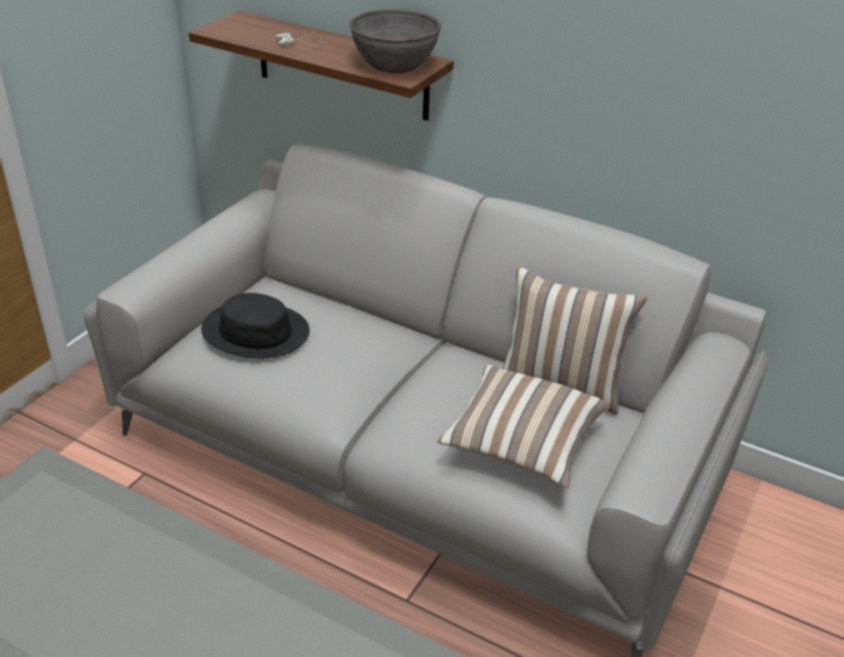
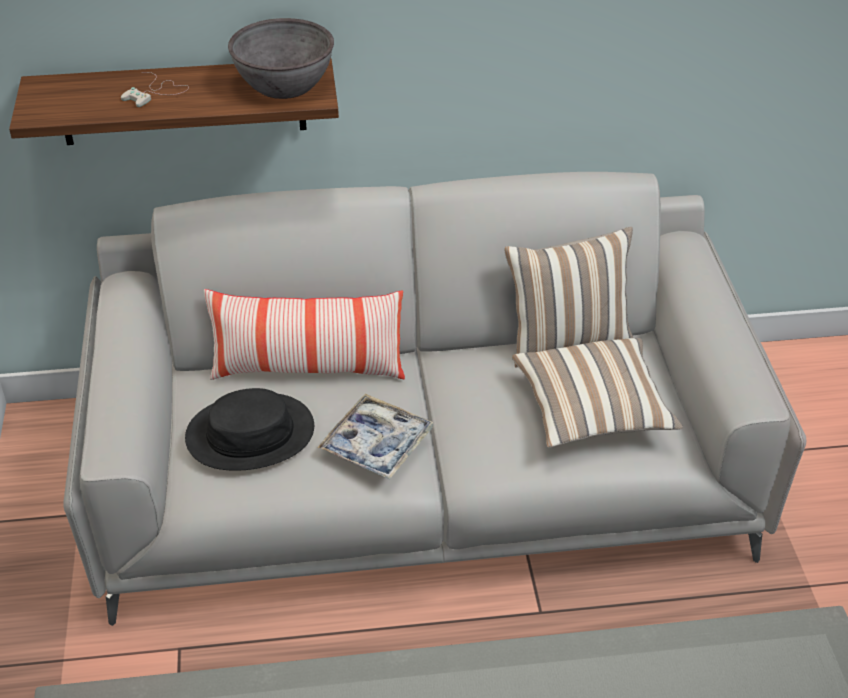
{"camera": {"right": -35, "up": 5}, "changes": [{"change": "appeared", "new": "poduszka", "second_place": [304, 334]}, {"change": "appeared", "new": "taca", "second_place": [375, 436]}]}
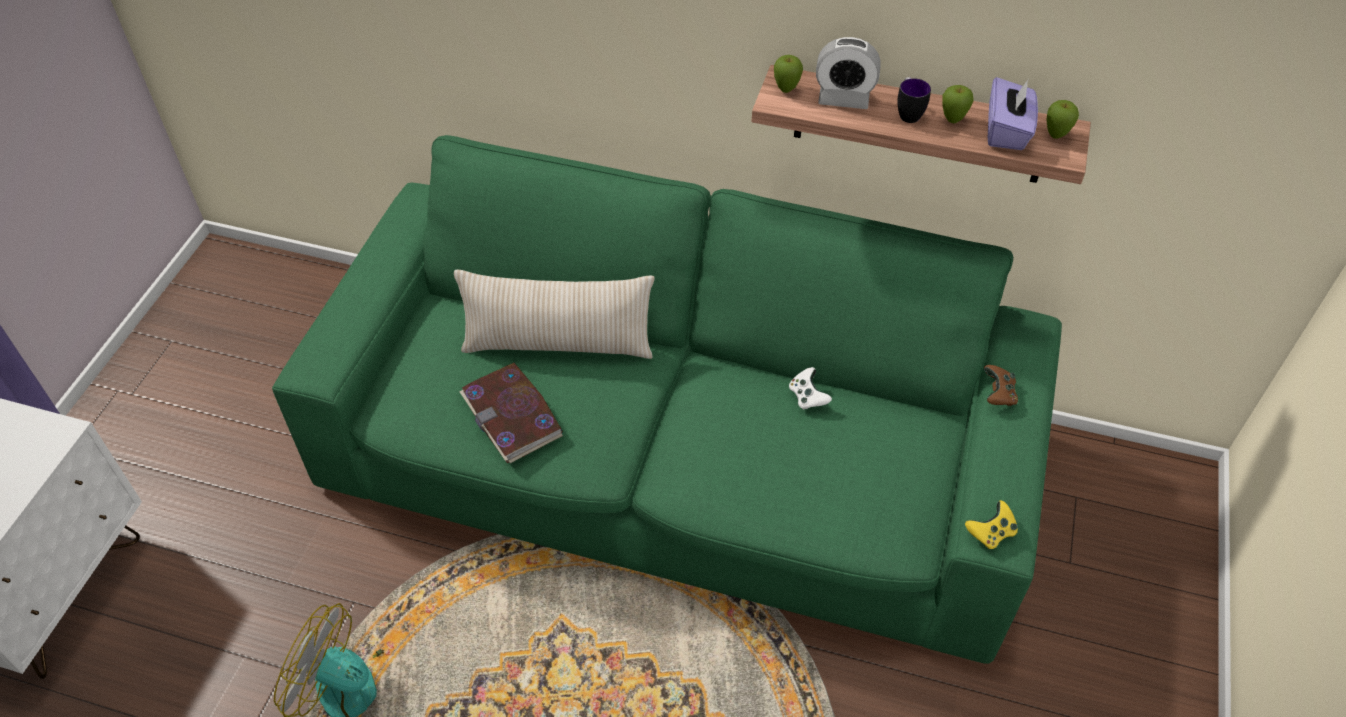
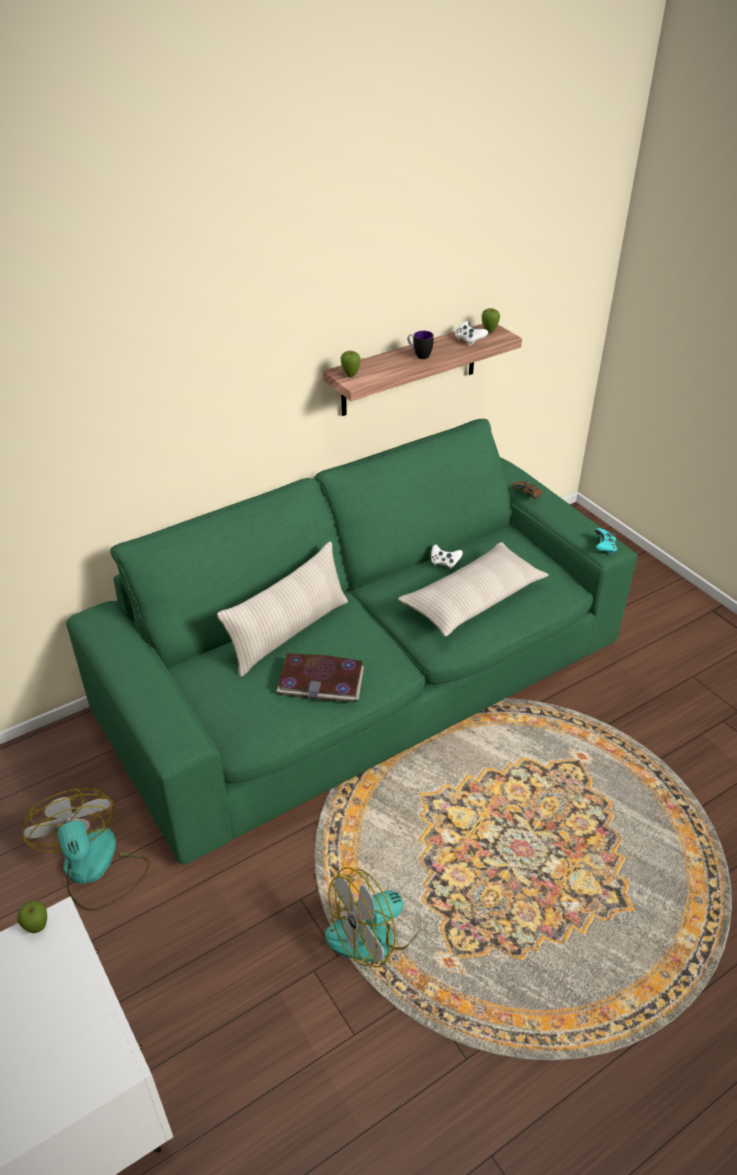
{"camera": {"right": -50, "up": -10}, "changes": [{"change": "relocated", "old": "jabłko", "first_place": [958, 104], "second_place": [32, 916]}, {"change": "appeared", "new": "wentylator", "second_place": [85, 849]}, {"change": "appeared", "new": "poduszka/beżowy", "second_place": [473, 589]}, {"change": "exchanged", "old": "pudełko chusteczek/fioletowy", "new": "pad do gier/biały", "first_place": [1013, 113], "second_place": [471, 333]}, {"change": "colour", "old": "pad do gier/żółty", "new": "pad do gier/turkusowy", "first_place": [991, 524], "second_place": [606, 541]}, {"change": "missing", "old": "budzik", "first_place": [848, 73]}]}
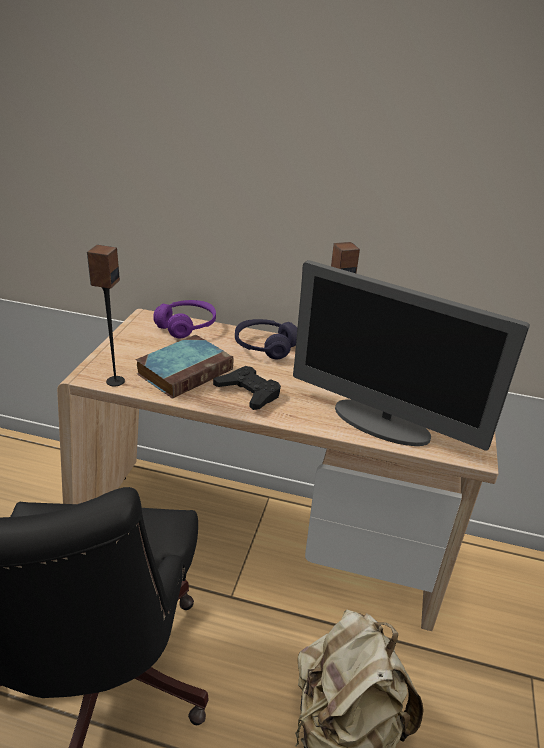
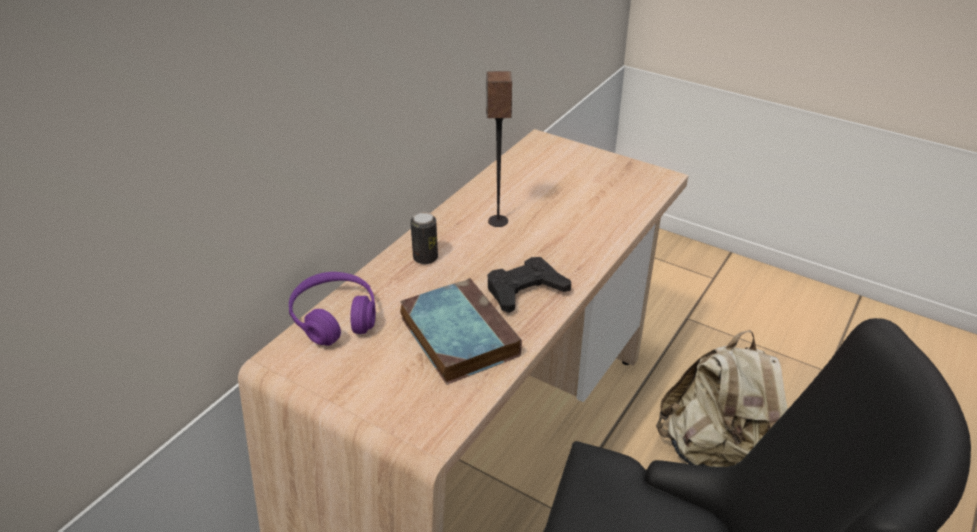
{"camera": {"right": -70, "up": 5}, "changes": [{"change": "exchanged", "old": "słuchawki/fioletowy", "new": "puszka", "first_place": [266, 339], "second_place": [424, 238]}, {"change": "missing", "old": "głośnik", "first_place": [106, 315]}, {"change": "missing", "old": "monitor", "first_place": [411, 355]}]}
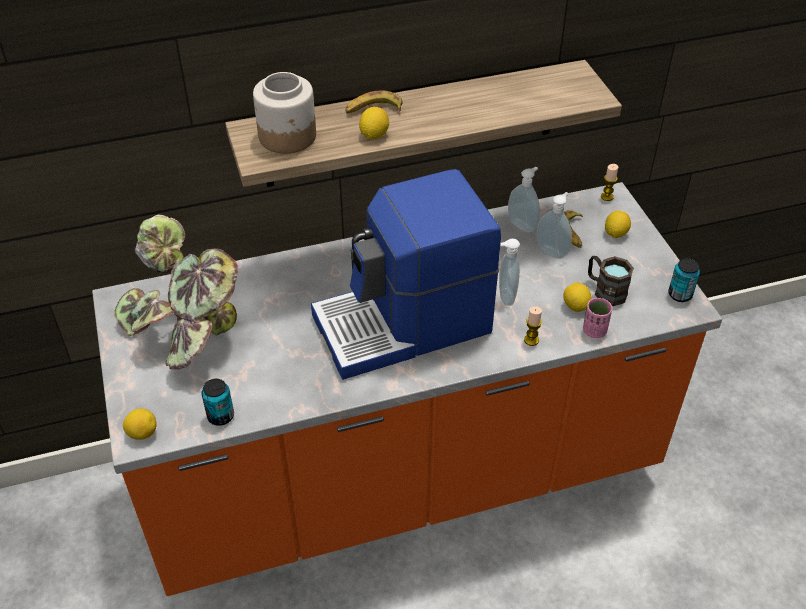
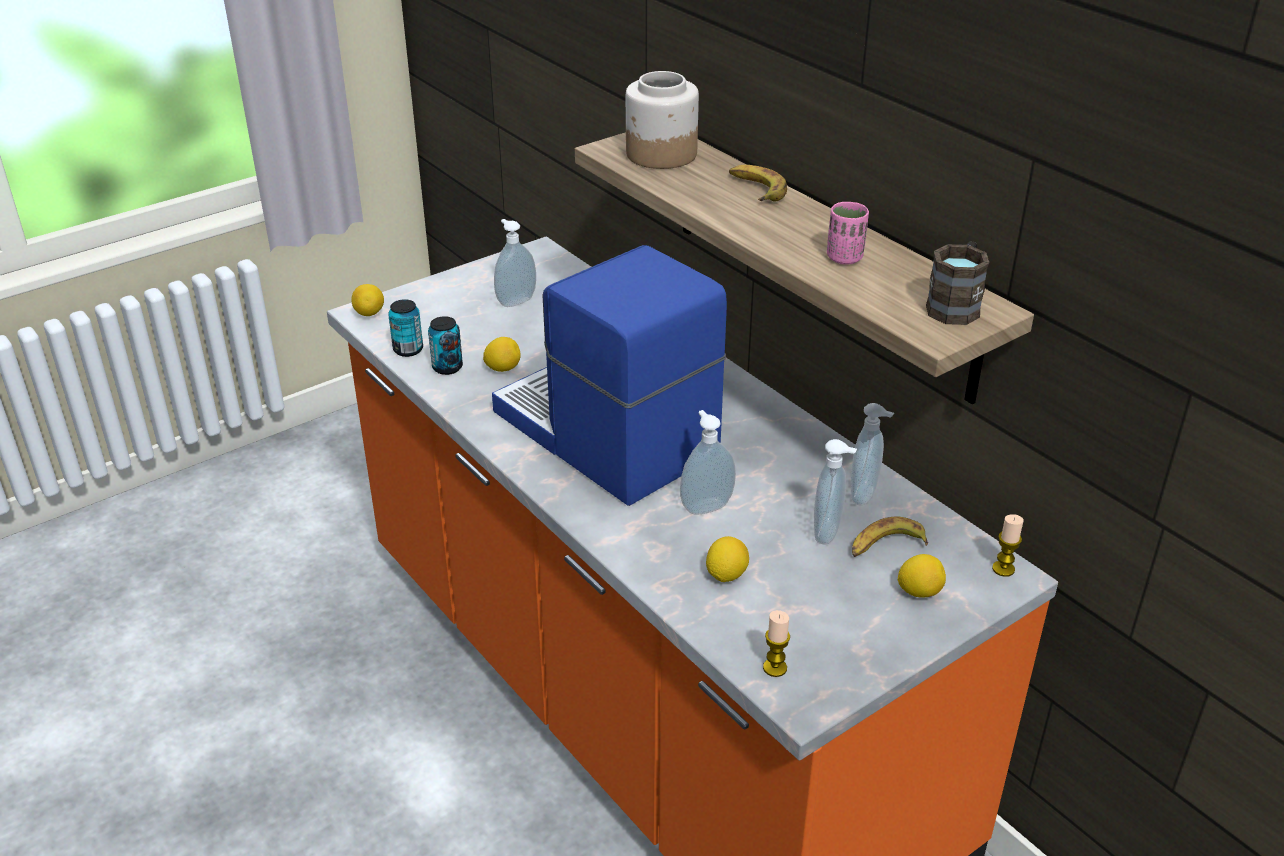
{"camera": {"right": 70, "up": -10}, "changes": [{"change": "relocated", "old": "puszka", "first_place": [684, 280], "second_place": [445, 345]}, {"change": "relocated", "old": "cytryna", "first_place": [374, 123], "second_place": [502, 354]}, {"change": "exchanged", "old": "roślina doniczkowa", "new": "dozownik mydła", "first_place": [176, 292], "second_place": [515, 263]}, {"change": "relocated", "old": "świeca", "first_place": [533, 326], "second_place": [776, 643]}, {"change": "relocated", "old": "filiżanka/różowy", "first_place": [597, 318], "second_place": [848, 233]}, {"change": "relocated", "old": "kubek/brązowy", "first_place": [611, 281], "second_place": [957, 283]}]}
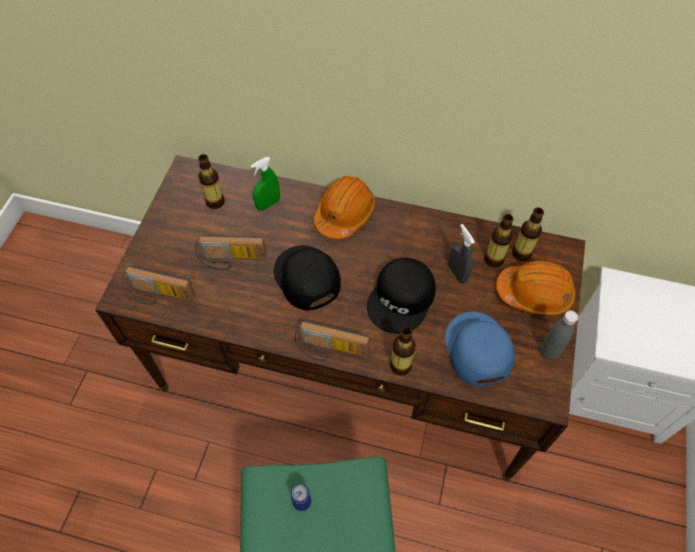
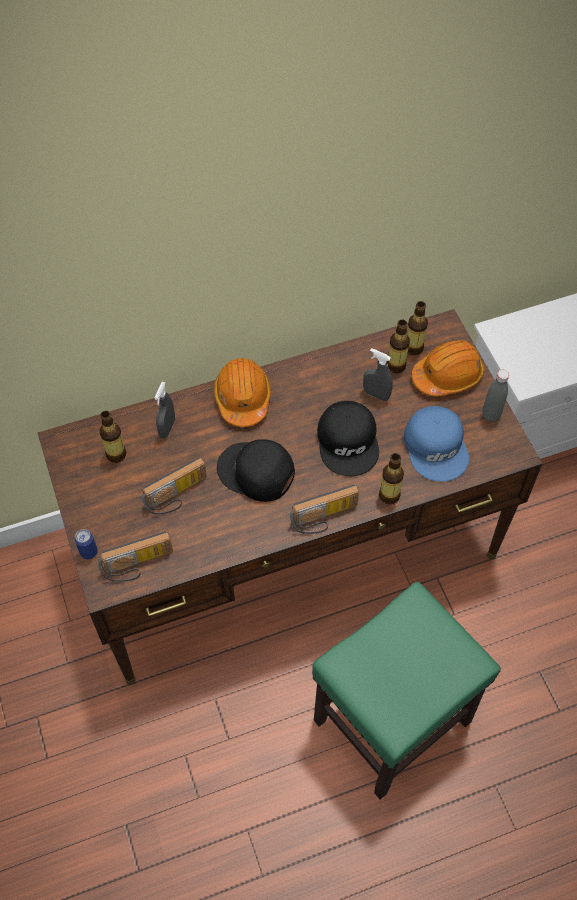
{"camera": {"right": -35, "up": 0}, "changes": [{"change": "relocated", "old": "puszka", "first_place": [300, 497], "second_place": [86, 544]}, {"change": "colour", "old": "spryskiwacz/zielony", "new": "spryskiwacz/szary", "first_place": [265, 184], "second_place": [165, 410]}, {"change": "spun", "old": "czapka z daszkiem/niebieski", "first_place": [480, 349], "second_place": [436, 444], "degrees": -150}]}
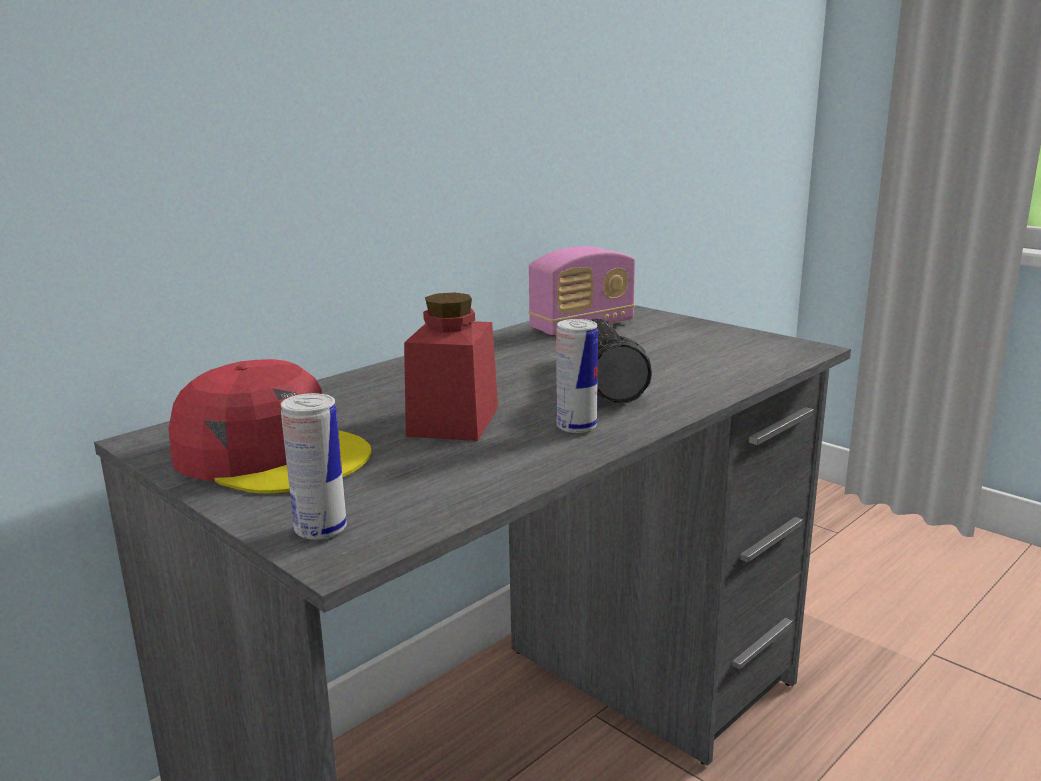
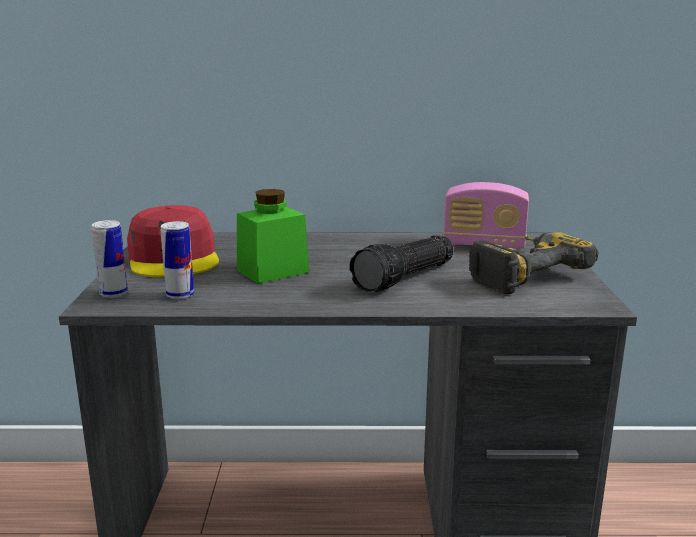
{"camera": {"right": 45, "up": 0}, "changes": [{"change": "relocated", "old": "puszka", "first_place": [577, 376], "second_place": [177, 260]}, {"change": "colour", "old": "słoik/czerwony", "new": "słoik/zielony", "first_place": [451, 366], "second_place": [273, 236]}, {"change": "appeared", "new": "wiertarka", "second_place": [534, 263]}]}
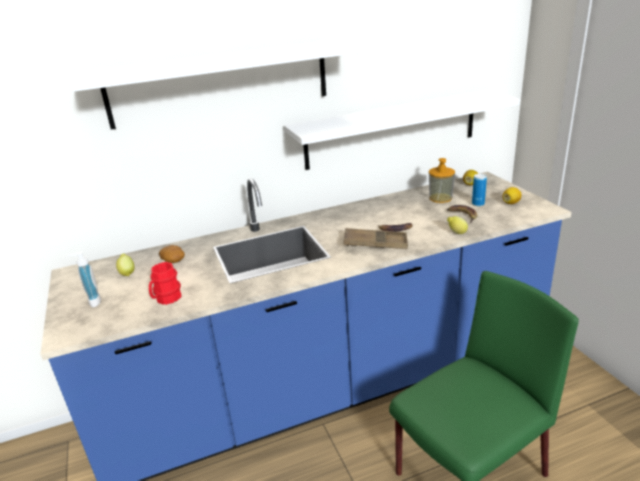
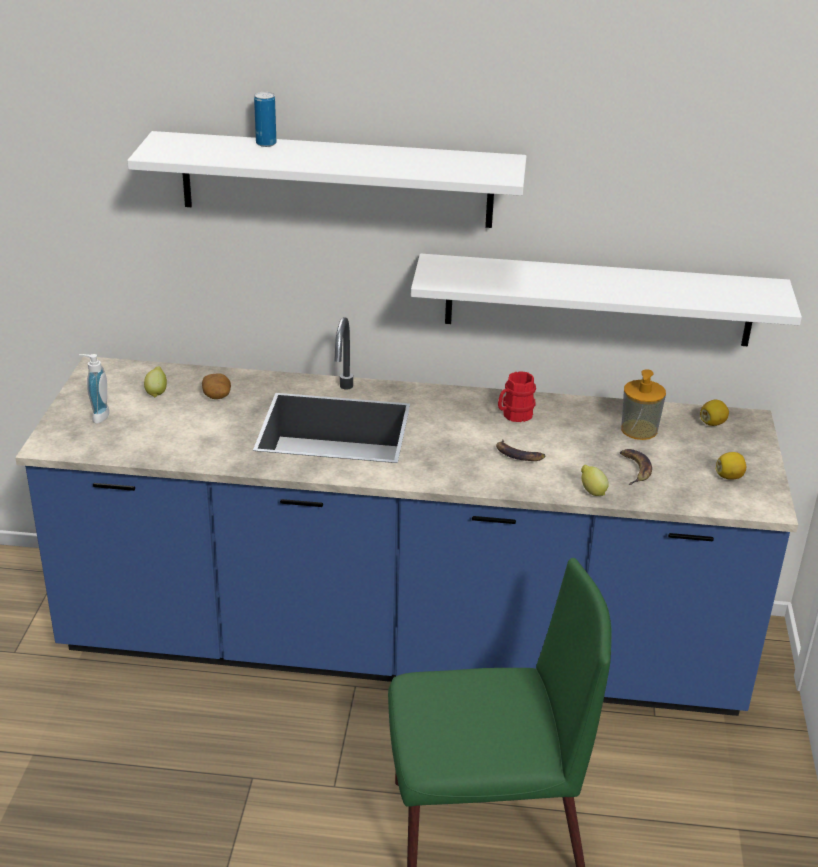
{"camera": {"right": 25, "up": 5}, "changes": [{"change": "relocated", "old": "puszka", "first_place": [479, 190], "second_place": [265, 119]}, {"change": "relocated", "old": "kubek/czerwony", "first_place": [165, 283], "second_place": [517, 396]}, {"change": "missing", "old": "taca/brązowy", "first_place": [376, 238]}]}
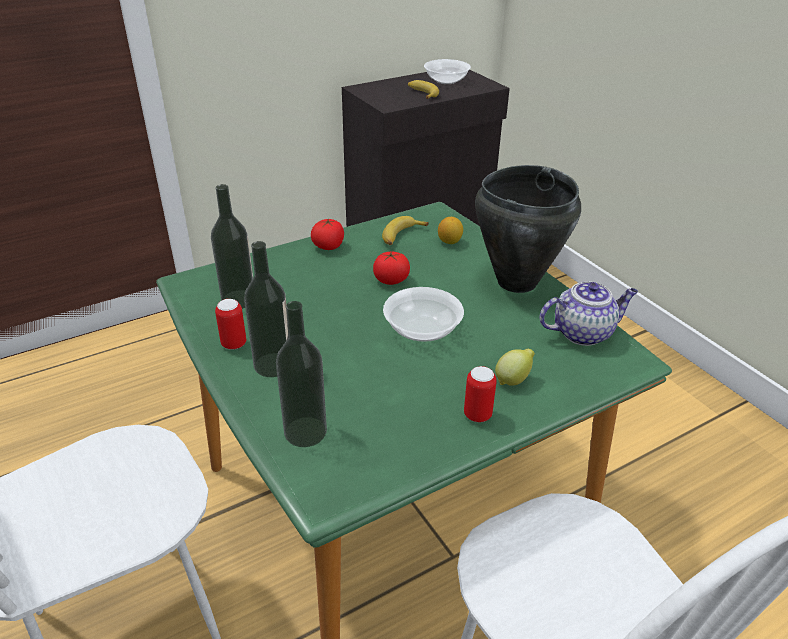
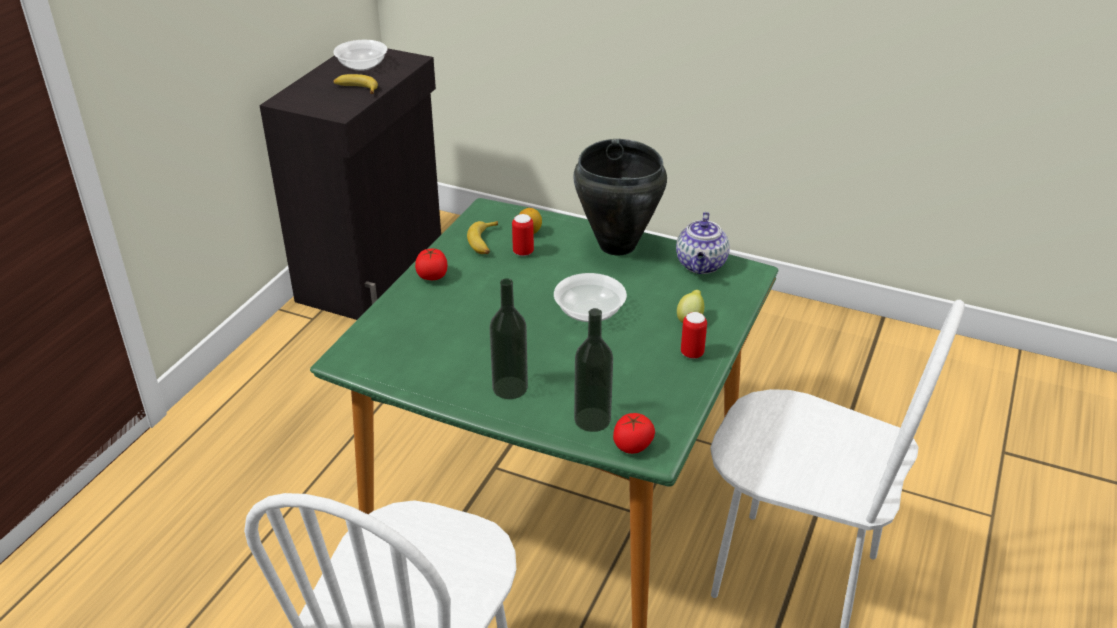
{"camera": {"right": -35, "up": 0}, "changes": [{"change": "relocated", "old": "puszka", "first_place": [230, 324], "second_place": [523, 235]}, {"change": "relocated", "old": "pomidor", "first_place": [391, 268], "second_place": [634, 433]}, {"change": "spun", "old": "imbryk", "first_place": [588, 314], "second_place": [703, 243], "degrees": 150}, {"change": "missing", "old": "butelka", "first_place": [232, 246]}]}
